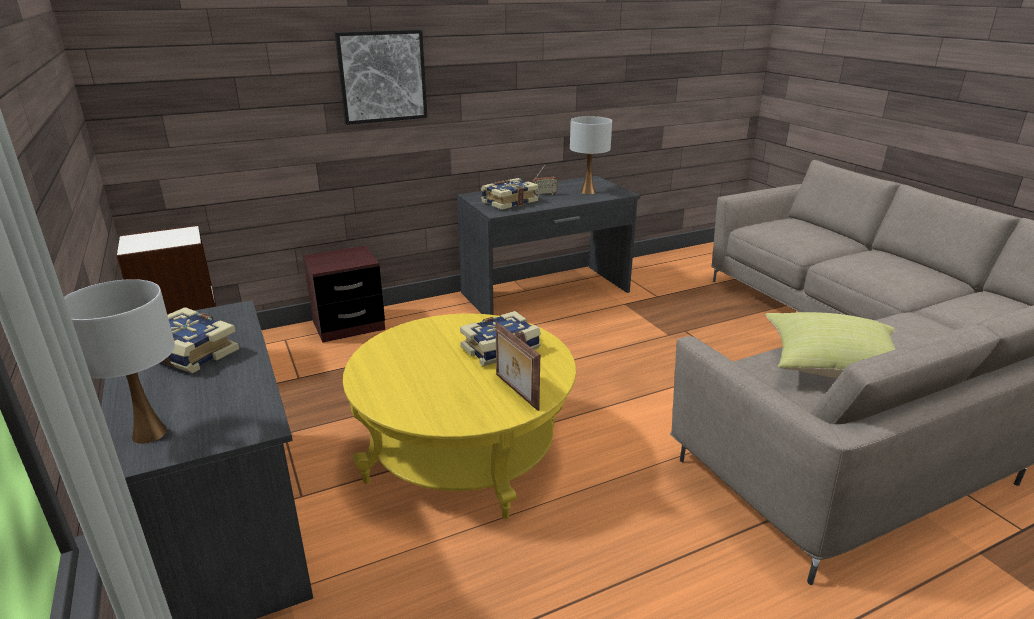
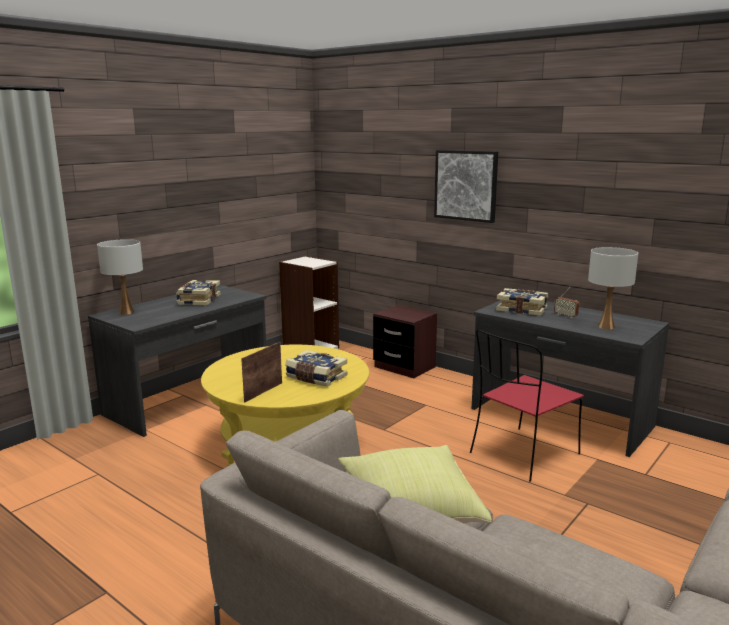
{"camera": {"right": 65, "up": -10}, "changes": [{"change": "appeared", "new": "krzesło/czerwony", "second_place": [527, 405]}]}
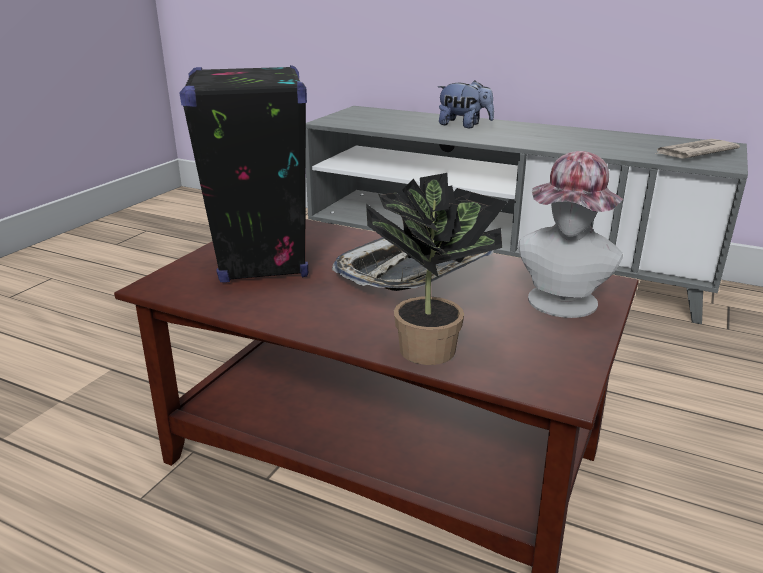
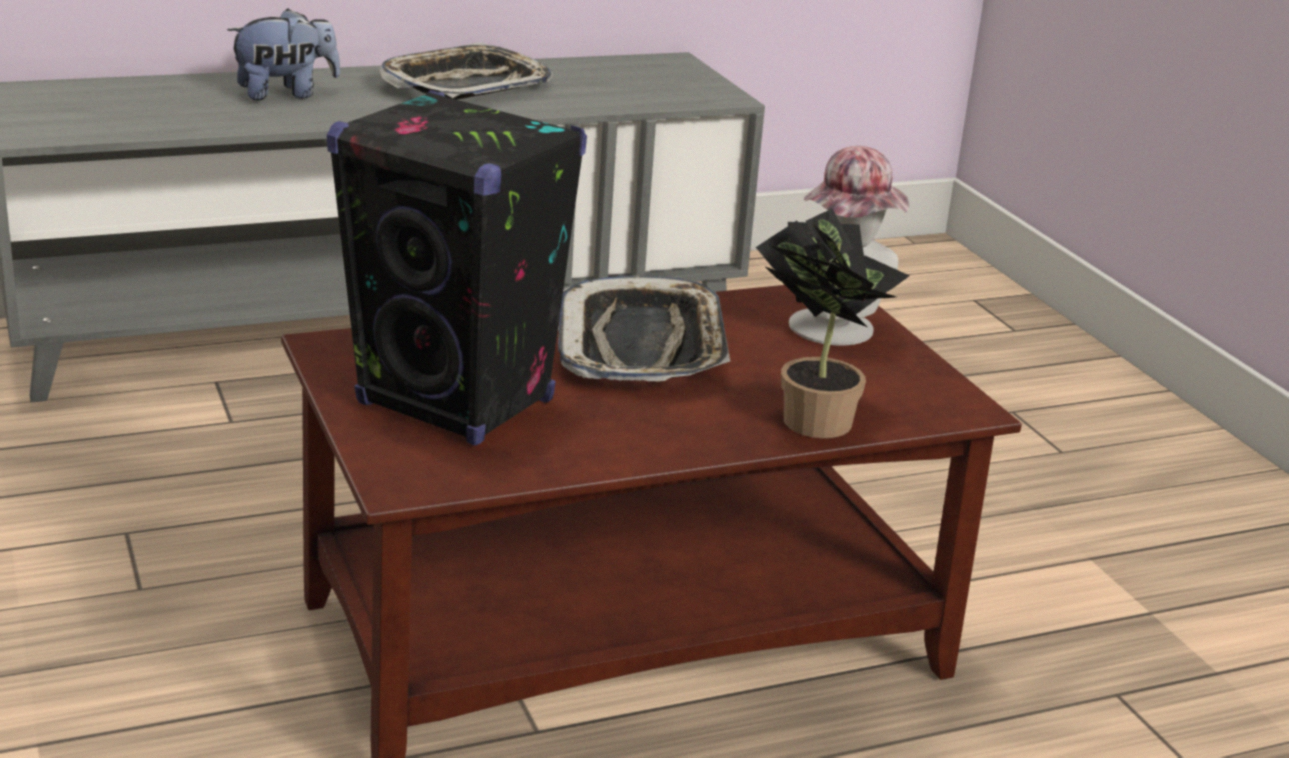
{"camera": {"right": -50, "up": 0}, "changes": [{"change": "appeared", "new": "taca", "second_place": [466, 71]}, {"change": "missing", "old": "gazeta", "first_place": [697, 149]}]}
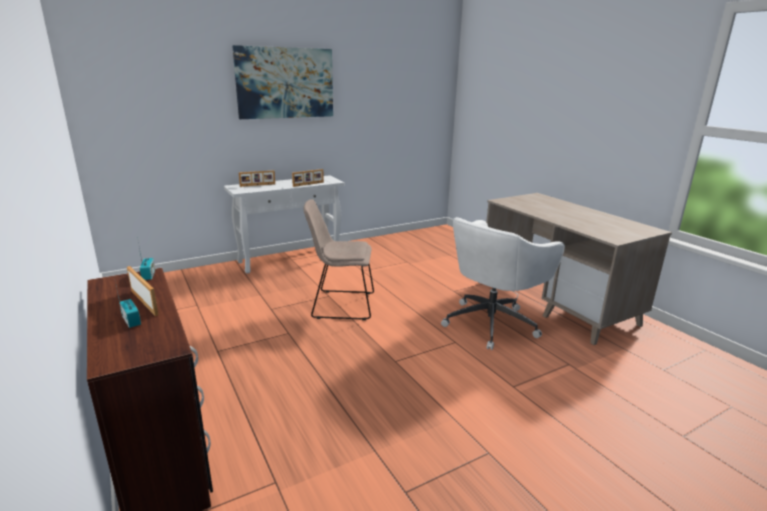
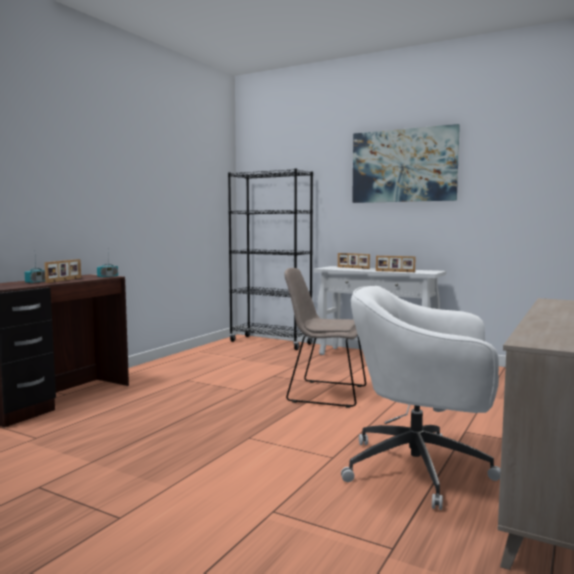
{"camera": {"right": 60, "up": -15}, "changes": [{"change": "appeared", "new": "regał/czarny", "second_place": [270, 259]}, {"change": "spun", "old": "krzesło/beżowy", "first_place": [339, 259], "second_place": [325, 338], "degrees": -45}]}
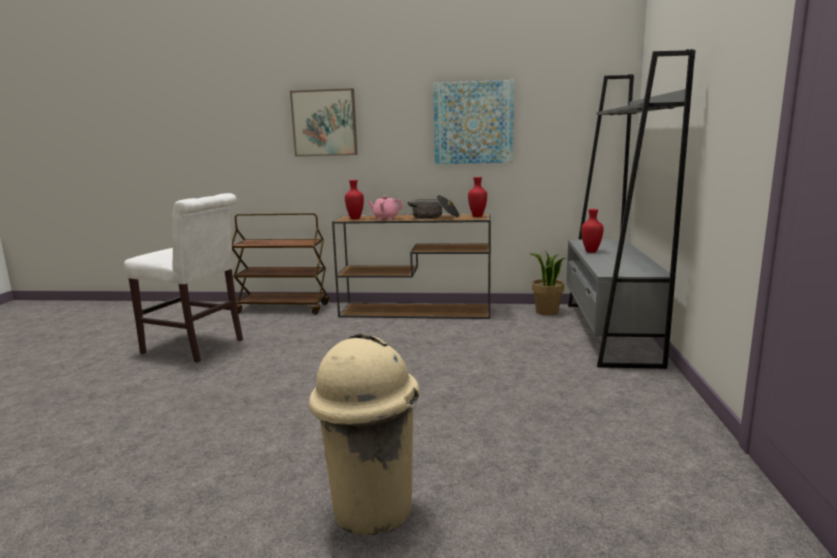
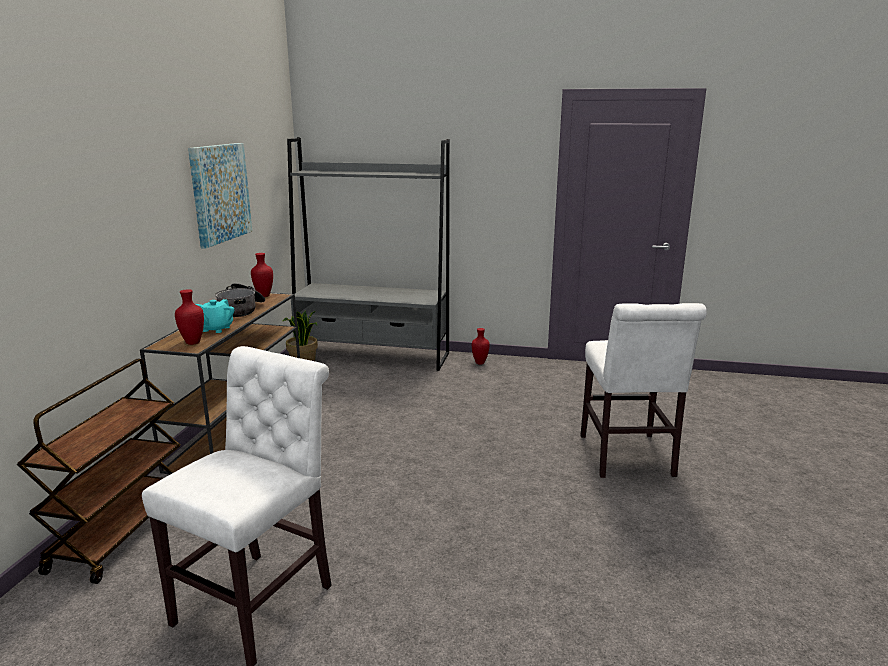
{"camera": {"right": -85, "up": 5}, "changes": [{"change": "colour", "old": "imbryk/różowy", "new": "imbryk/turkusowy", "first_place": [385, 208], "second_place": [214, 316]}, {"change": "relocated", "old": "wazon/czerwony", "first_place": [592, 231], "second_place": [481, 346]}, {"change": "exchanged", "old": "kosz na śmieci/beżowy", "new": "krzesło/biały", "first_place": [364, 434], "second_place": [643, 390]}, {"change": "missing", "old": "obraz", "first_place": [323, 122]}]}
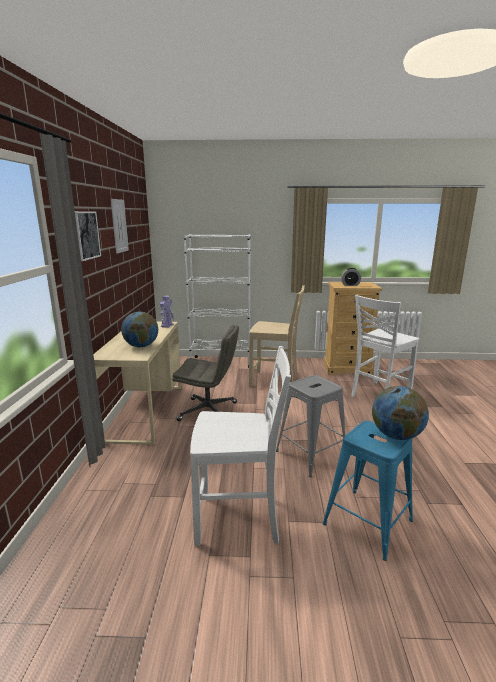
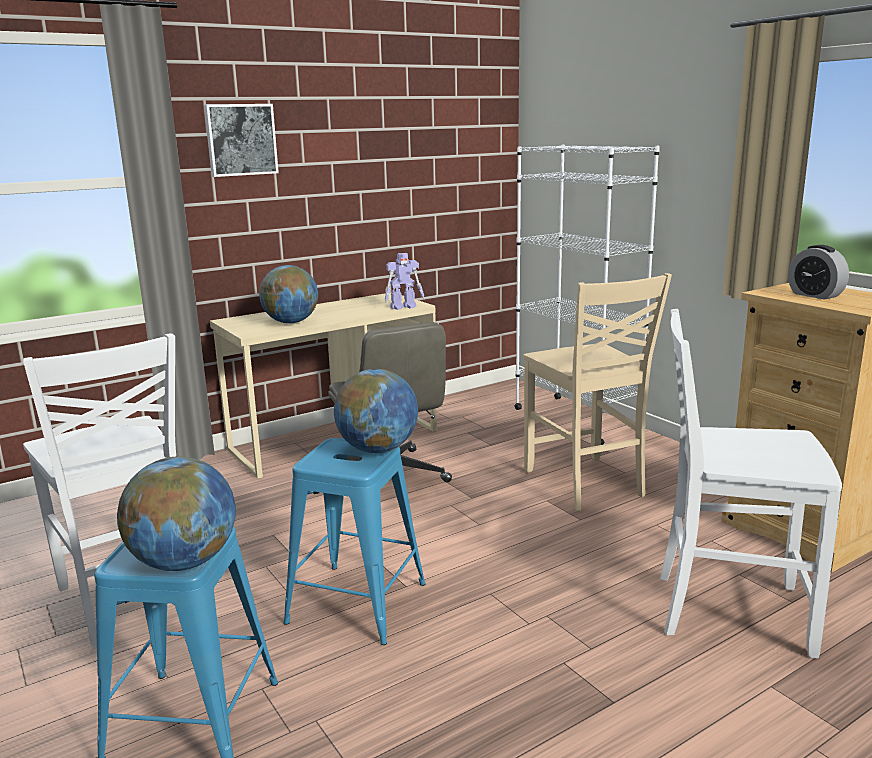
{"camera": {"right": 55, "up": 0}, "changes": [{"change": "colour", "old": "stołek/szary", "new": "stołek/niebieski", "first_place": [310, 426], "second_place": [354, 541]}, {"change": "appeared", "new": "globus", "second_place": [376, 411]}, {"change": "missing", "old": "obraz", "first_place": [120, 226]}]}
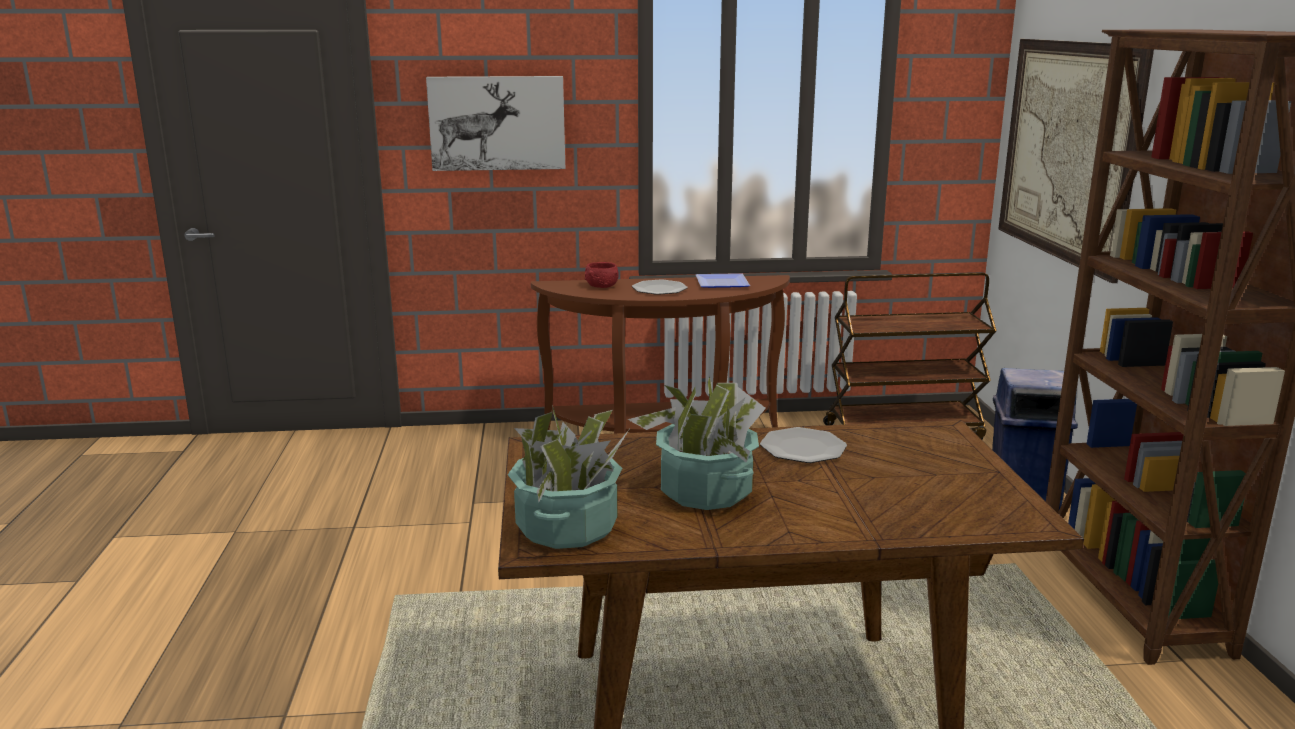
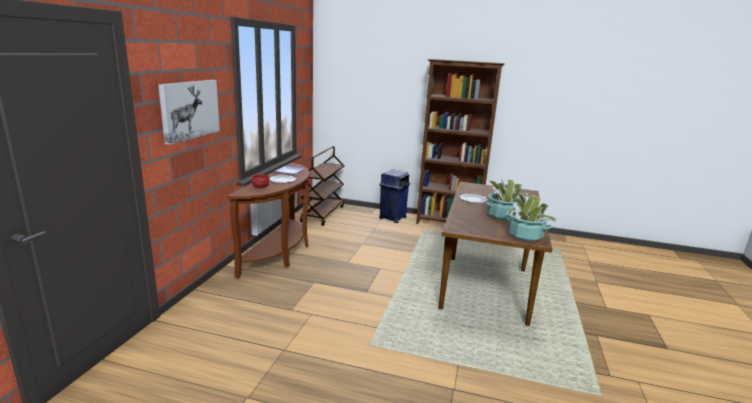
{"camera": {"right": -70, "up": 0}, "changes": [{"change": "missing", "old": "obraz", "first_place": [1076, 161]}]}
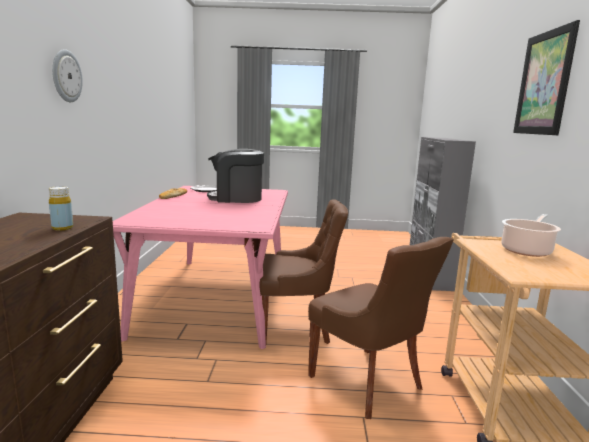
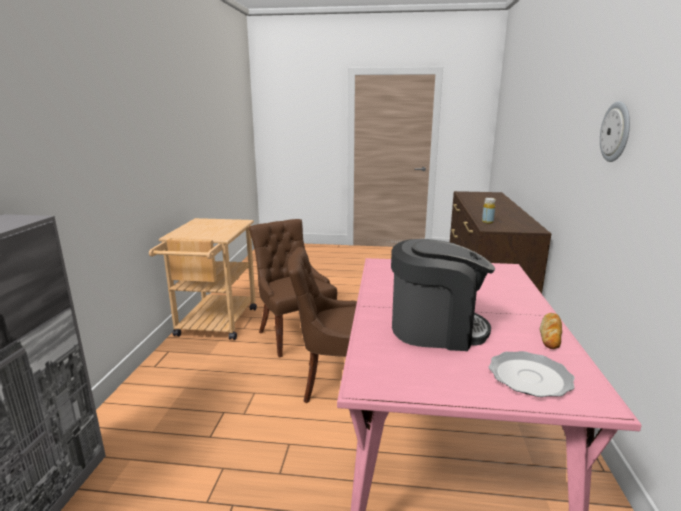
{"camera": {"right": -175, "up": 5}, "changes": [{"change": "missing", "old": "garnek", "first_place": [531, 235]}, {"change": "missing", "old": "obraz", "first_place": [546, 77]}]}
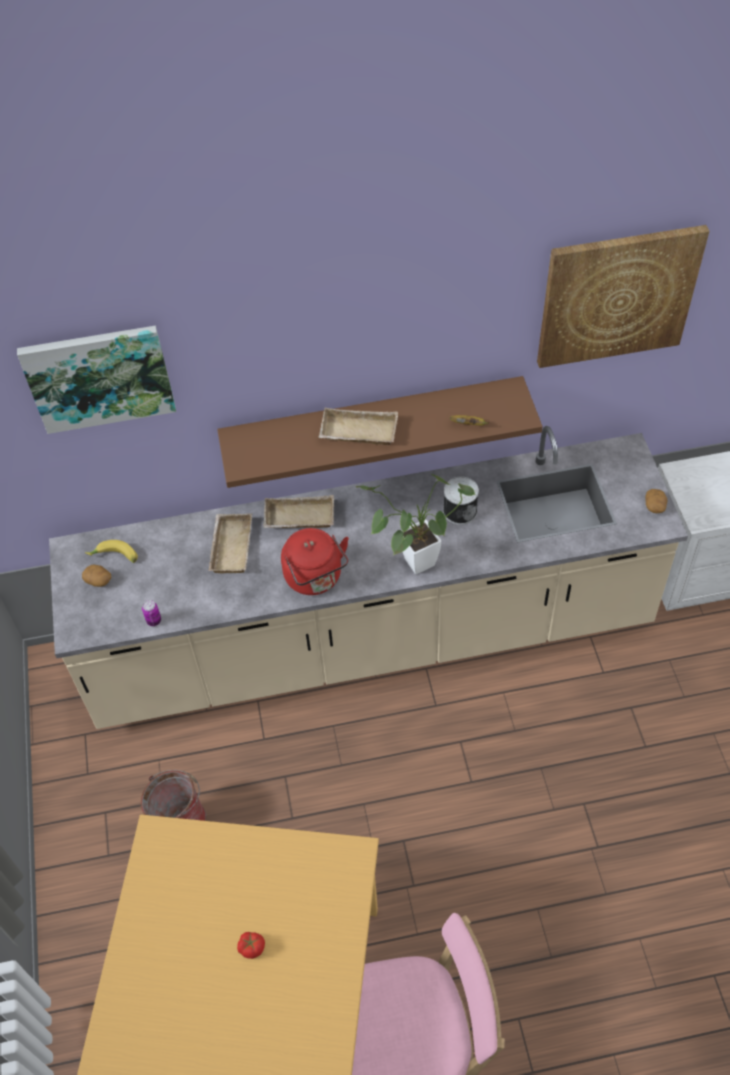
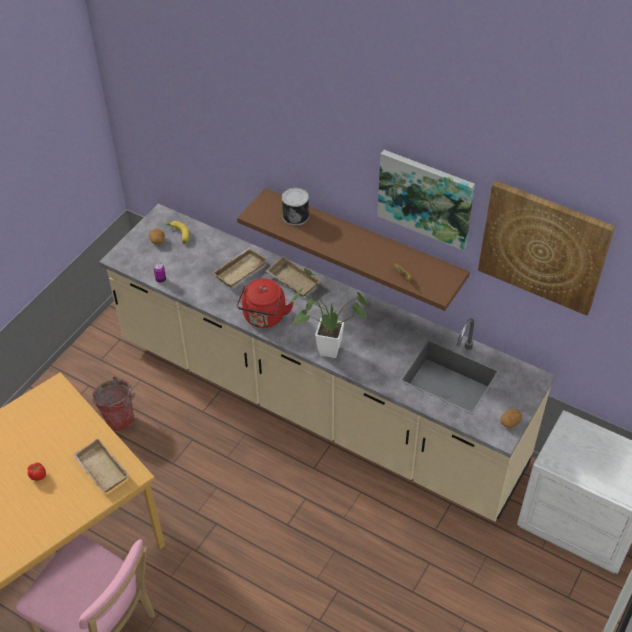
{"camera": {"right": 40, "up": -5}, "changes": [{"change": "relocated", "old": "taca/beżowy", "first_place": [358, 426], "second_place": [101, 465]}, {"change": "relocated", "old": "puszka", "first_place": [461, 500], "second_place": [295, 206]}, {"change": "relocated", "old": "obraz", "first_place": [96, 380], "second_place": [426, 200]}]}
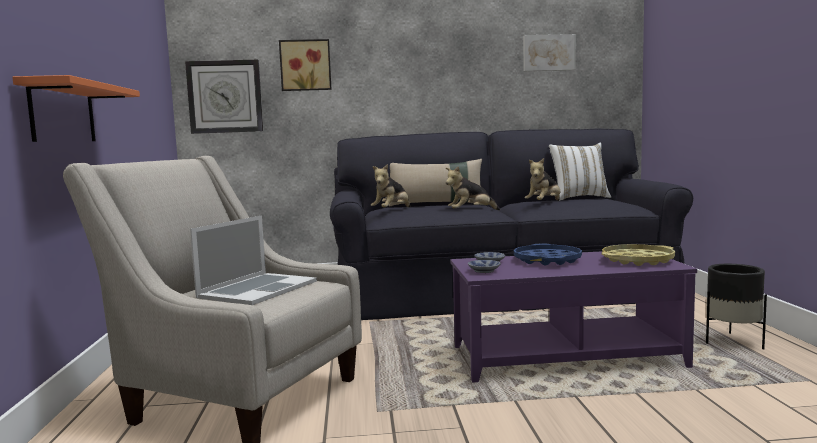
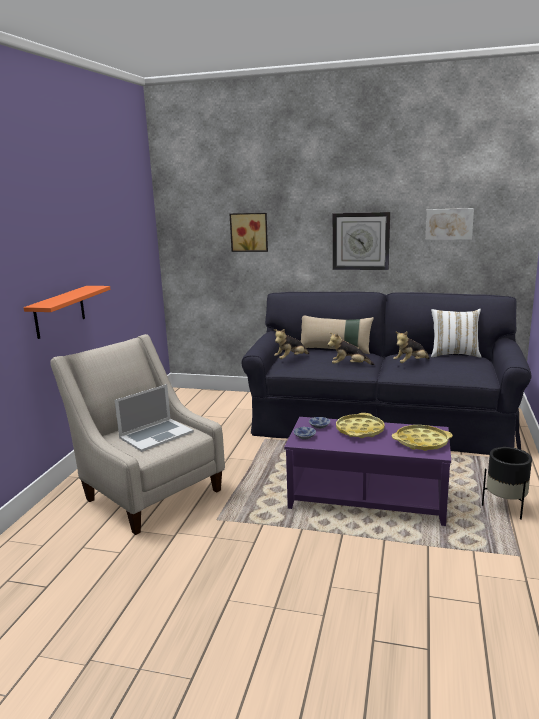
{"camera": {"right": 20, "up": 10}, "changes": [{"change": "relocated", "old": "zegar ścienny", "first_place": [224, 97], "second_place": [361, 241]}, {"change": "colour", "old": "taca/niebieski", "new": "taca/żółty", "first_place": [548, 254], "second_place": [360, 425]}]}
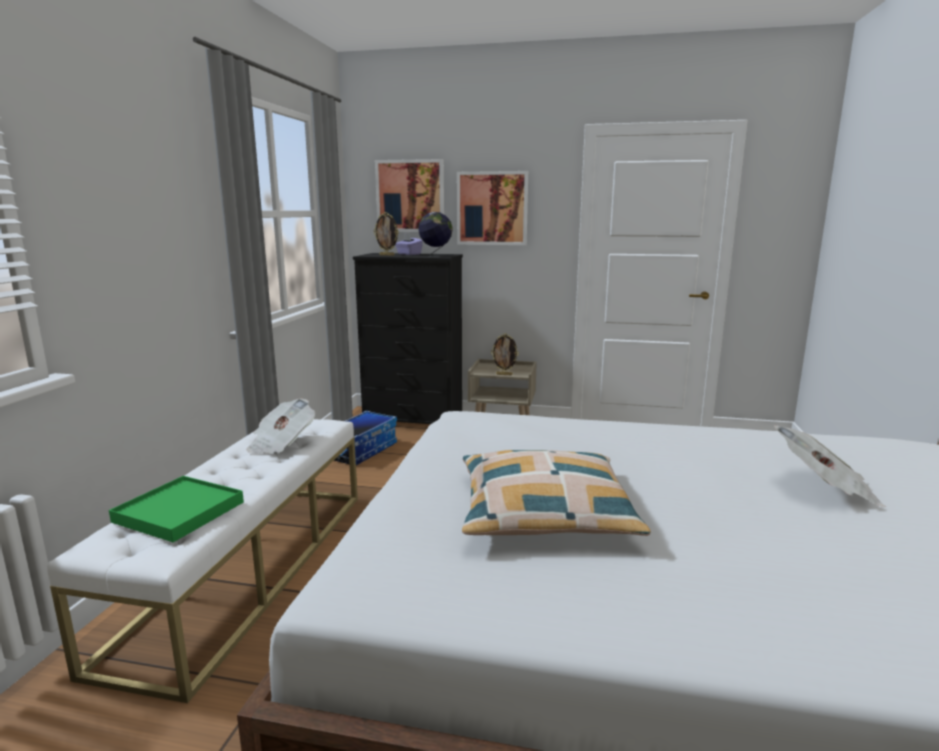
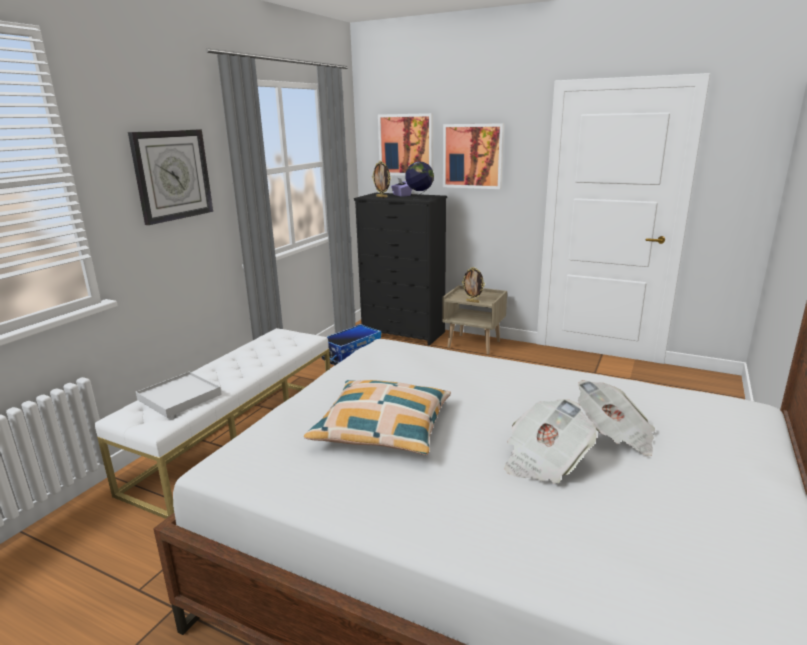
{"camera": {"right": 15, "up": 5}, "changes": [{"change": "appeared", "new": "zegar ścienny", "second_place": [170, 177]}, {"change": "colour", "old": "taca/zielony", "new": "taca/biały", "first_place": [176, 509], "second_place": [179, 395]}, {"change": "relocated", "old": "gazeta", "first_place": [281, 426], "second_place": [550, 441]}]}
